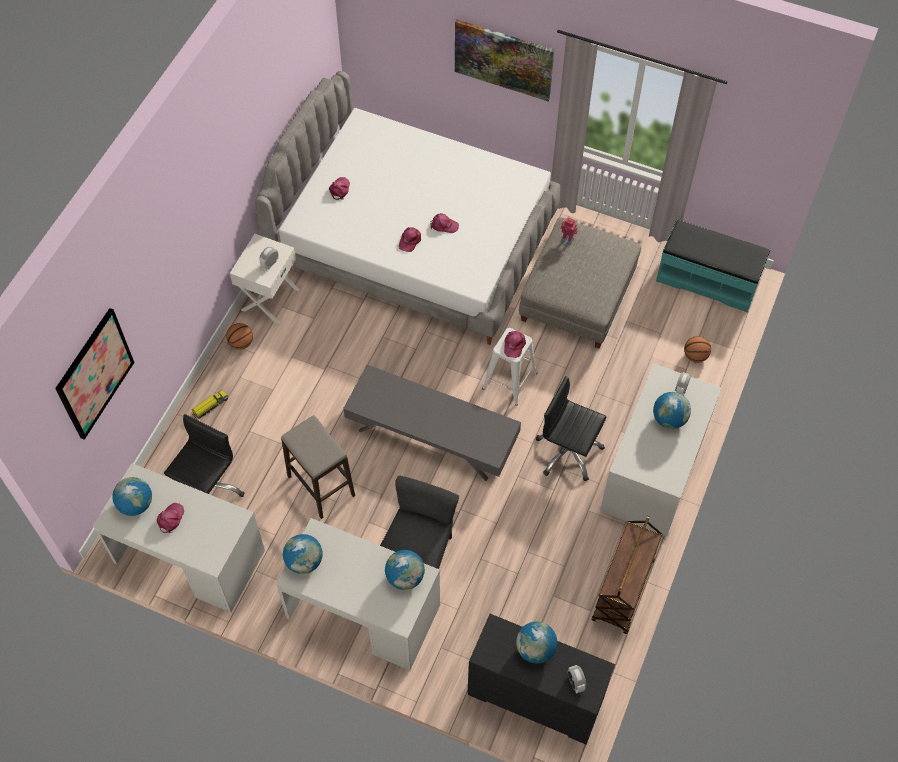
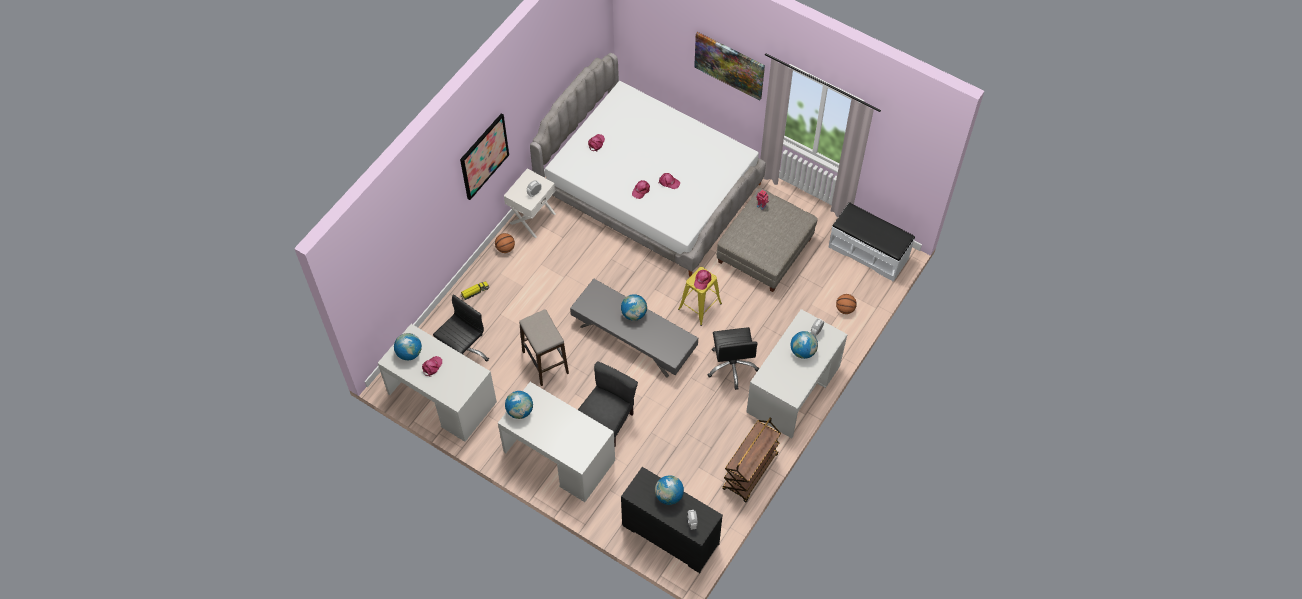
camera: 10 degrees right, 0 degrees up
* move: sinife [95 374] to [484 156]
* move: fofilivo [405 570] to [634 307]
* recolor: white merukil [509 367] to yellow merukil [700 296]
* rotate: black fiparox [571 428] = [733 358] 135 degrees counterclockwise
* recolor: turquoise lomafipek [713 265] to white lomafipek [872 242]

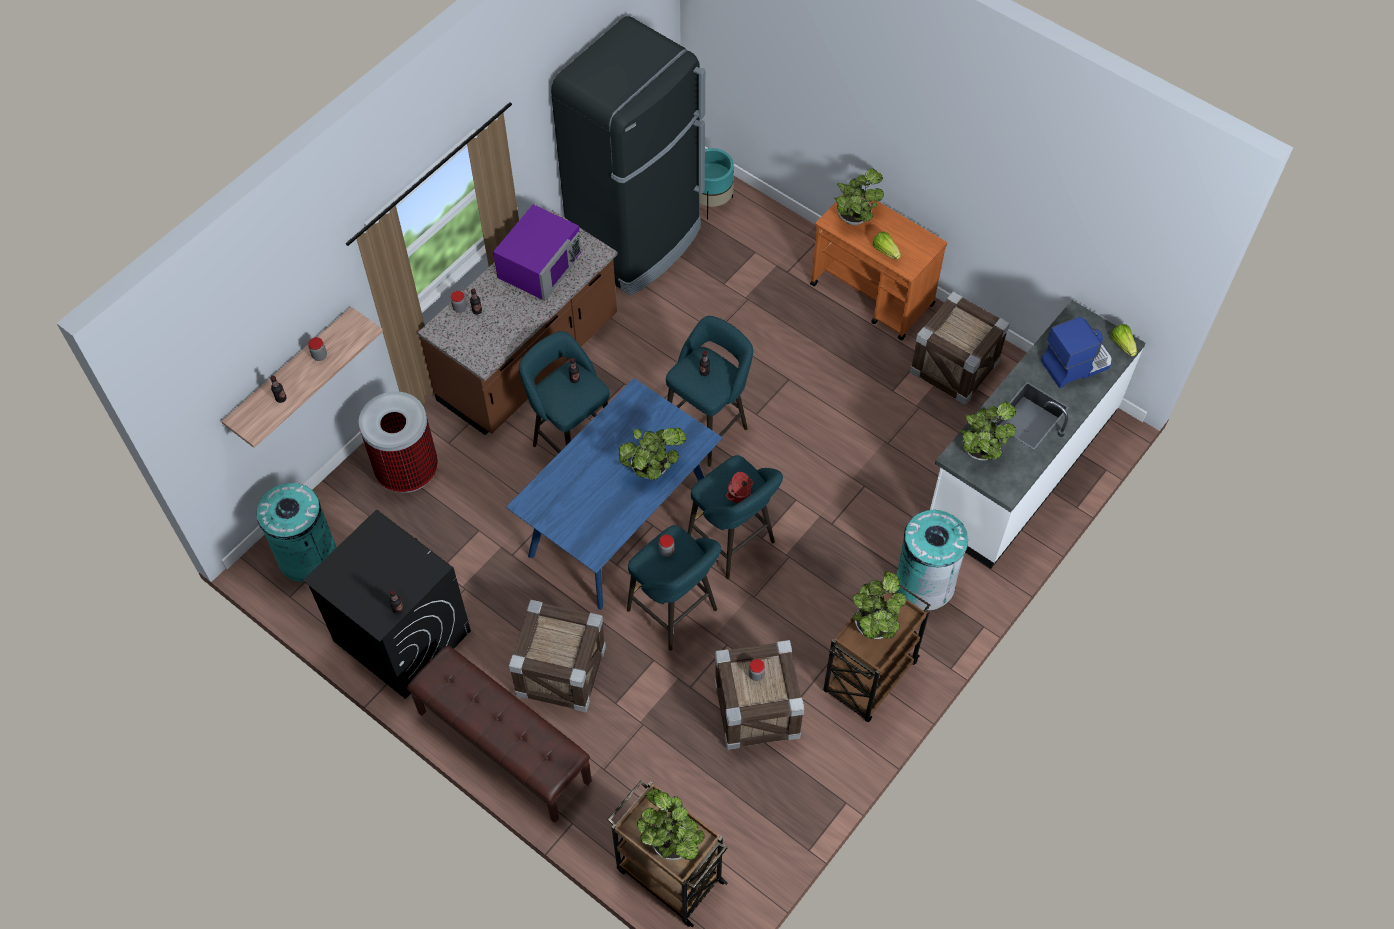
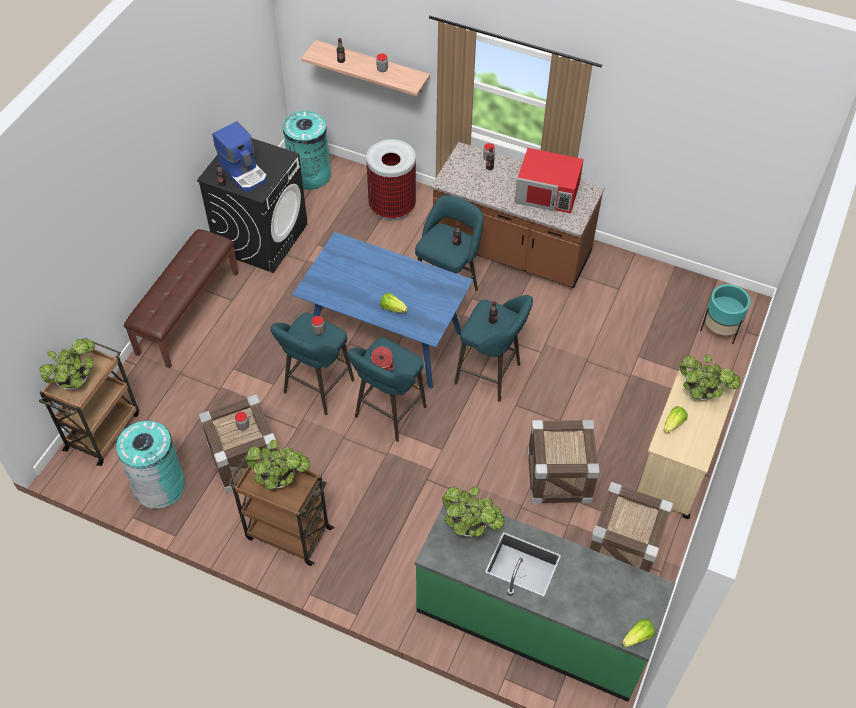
camera: 75 degrees right, 5 degrees down
* move: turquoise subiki [932 560] to [150 464]
* move: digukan [1076 352] to [239 156]
* replace: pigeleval [653 454] to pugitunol [394 303]
* recolor: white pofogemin [1037 434] to green pofogemin [545 601]
* recolor: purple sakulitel [537 252] to red sakulitel [549 181]
* move: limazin [557 656] to [563 462]
* recolor: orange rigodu [878 267] to beige rigodu [686 443]
* delete: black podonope [628 156]

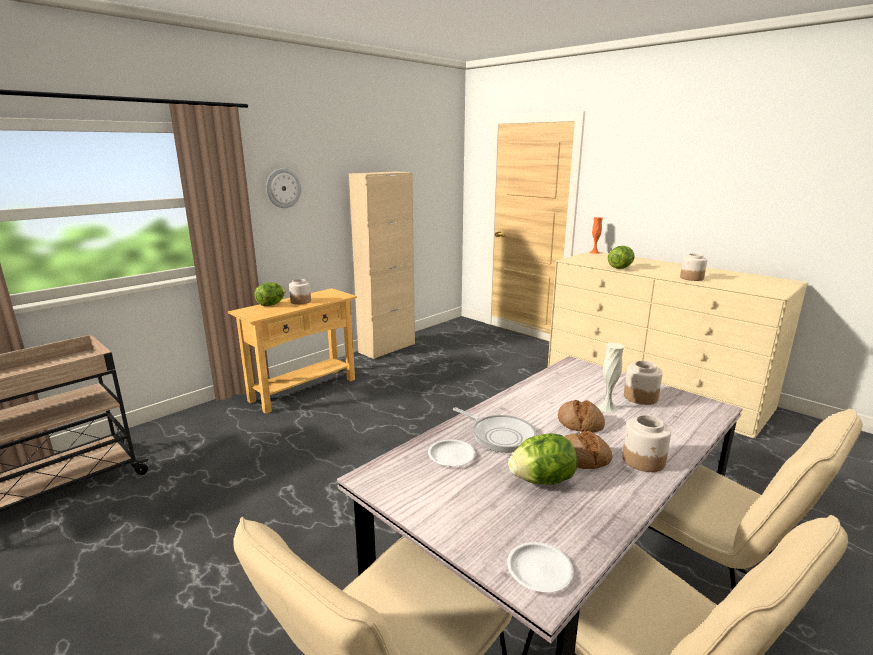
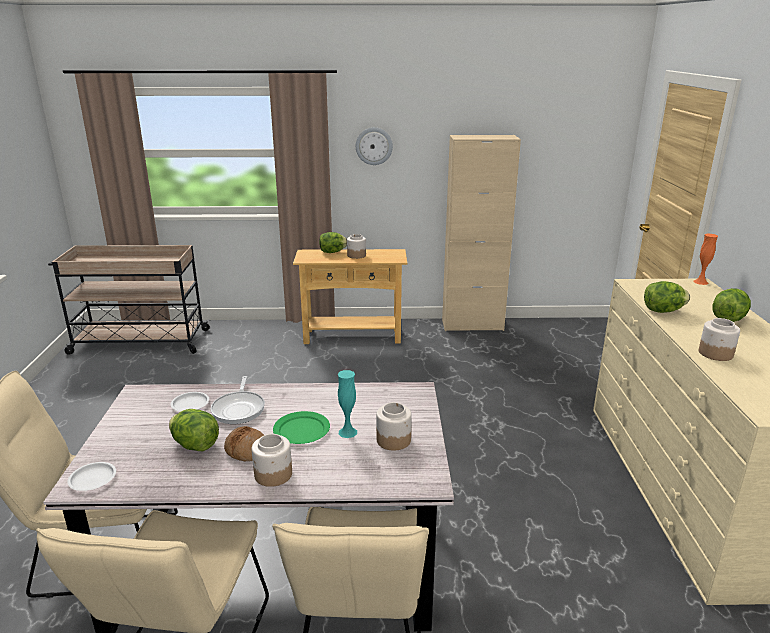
camera: 45 degrees right, 5 degrees up
* replace: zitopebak [581 416] to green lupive [301 427]
* recolor: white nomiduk [611 378] to turquoise nomiduk [347 404]
* insert: pugitunol [731 305]

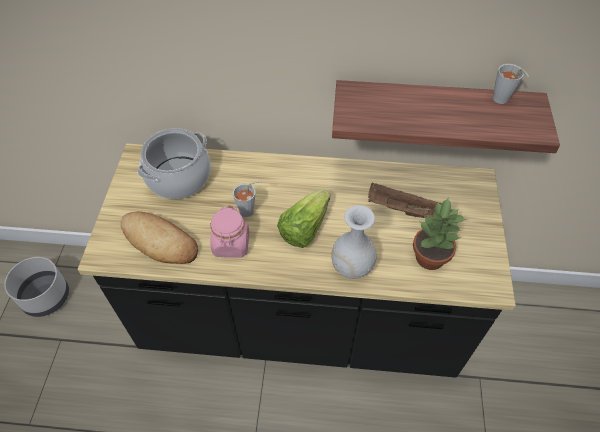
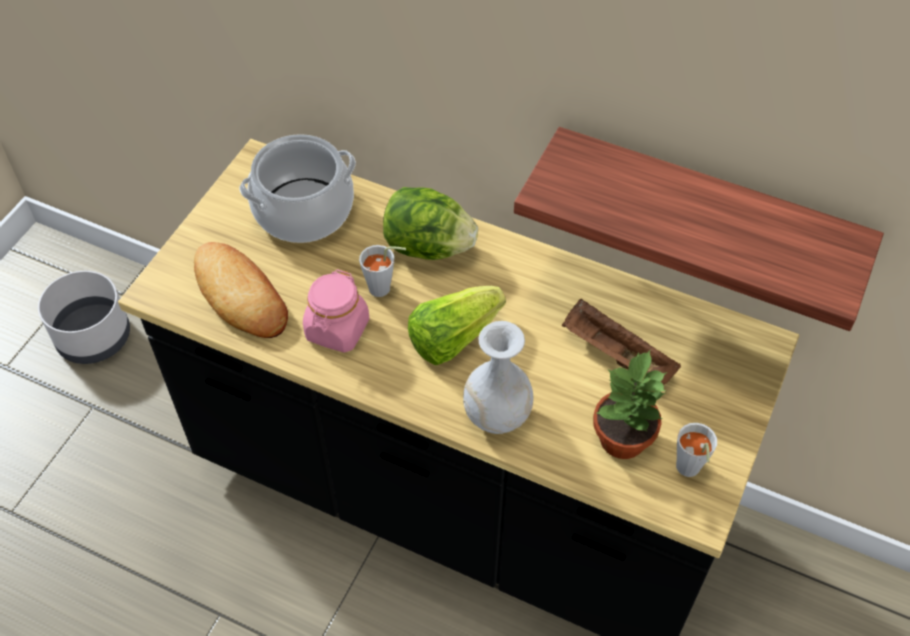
camera: 20 degrees right, 0 degrees up
* insert: pugitunol [430 223]
* move: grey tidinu [511 84] to [696 450]

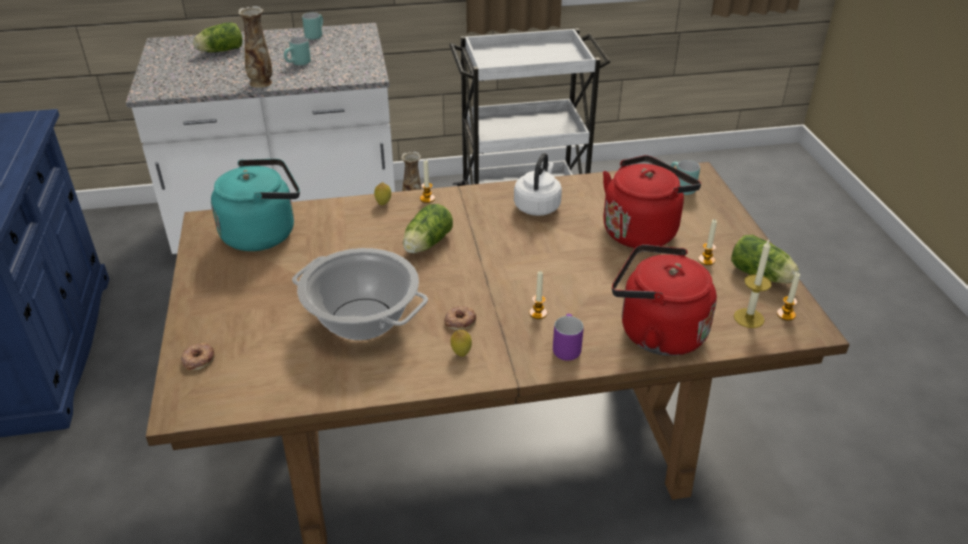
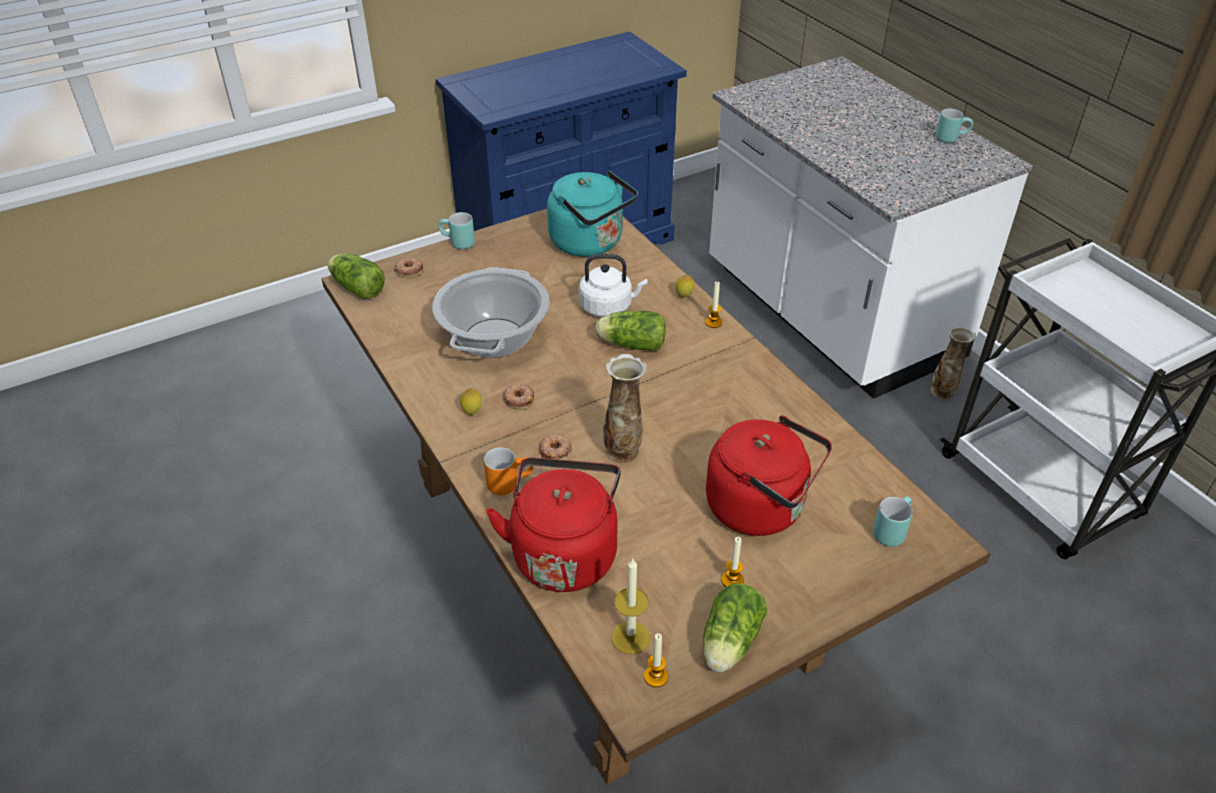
camera: 70 degrees right, 5 degrees up
* move: pugitunol [217 37] to [356 276]
* move: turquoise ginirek [297 51] to [456 230]
* recolor: purple ginirek [568 337] to orange ginirek [508 471]
* replace: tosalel [538 295] to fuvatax [555 447]
* move: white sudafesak [538 184] to [613 285]
* move: nomiduk [255 47] to [625 408]

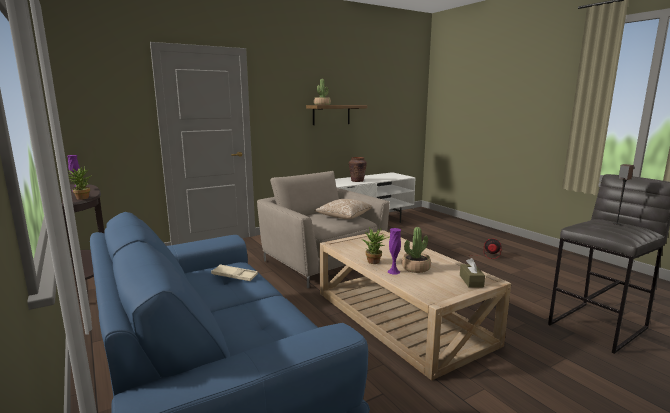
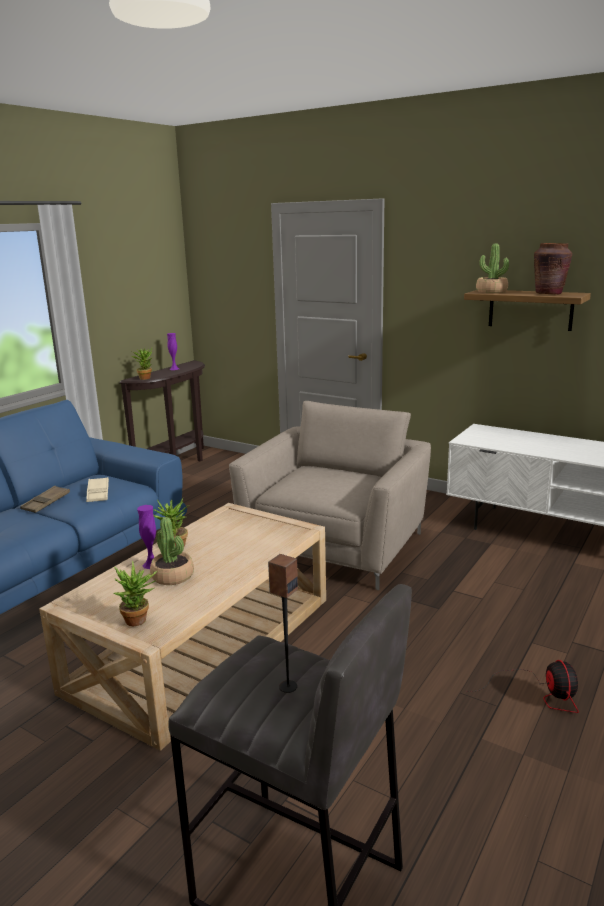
camera: 65 degrees right, 5 degrees up
* insert: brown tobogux [45 499]
* replace: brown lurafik [472 272] to pigeleval [135 593]
* move: brown nomiduk [358 169] to [553 268]
* delete: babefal [343 209]

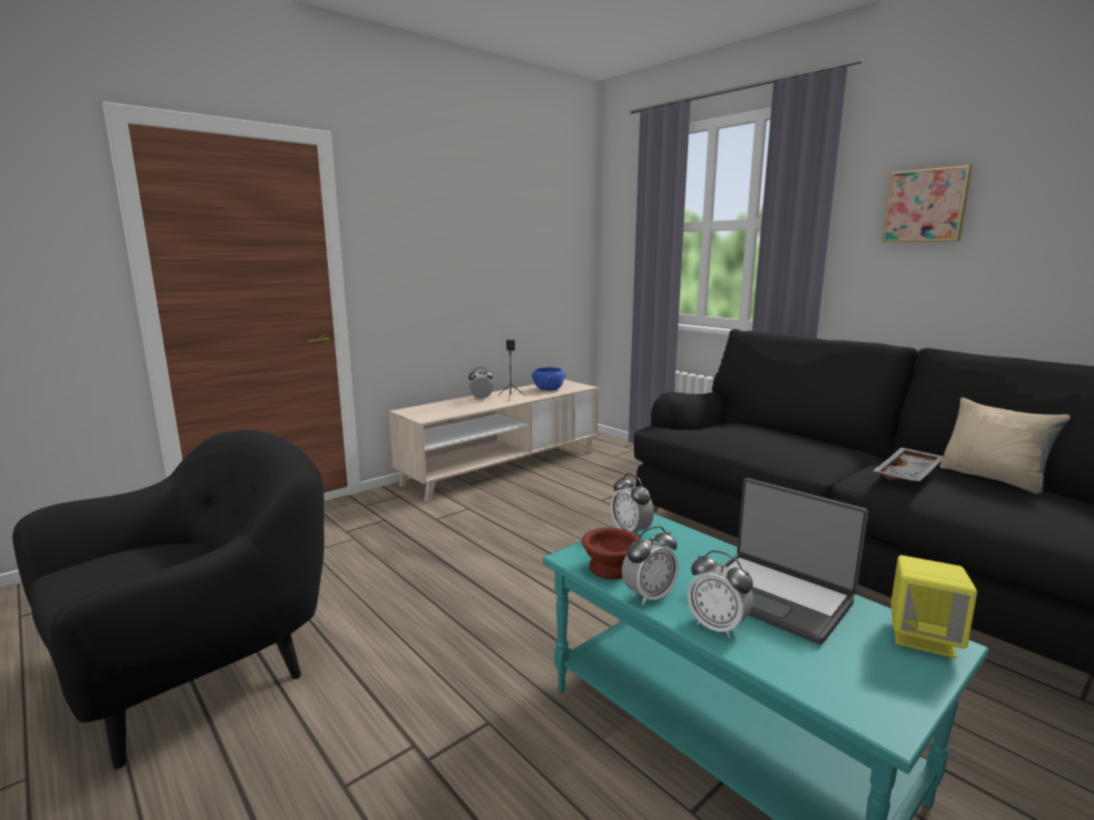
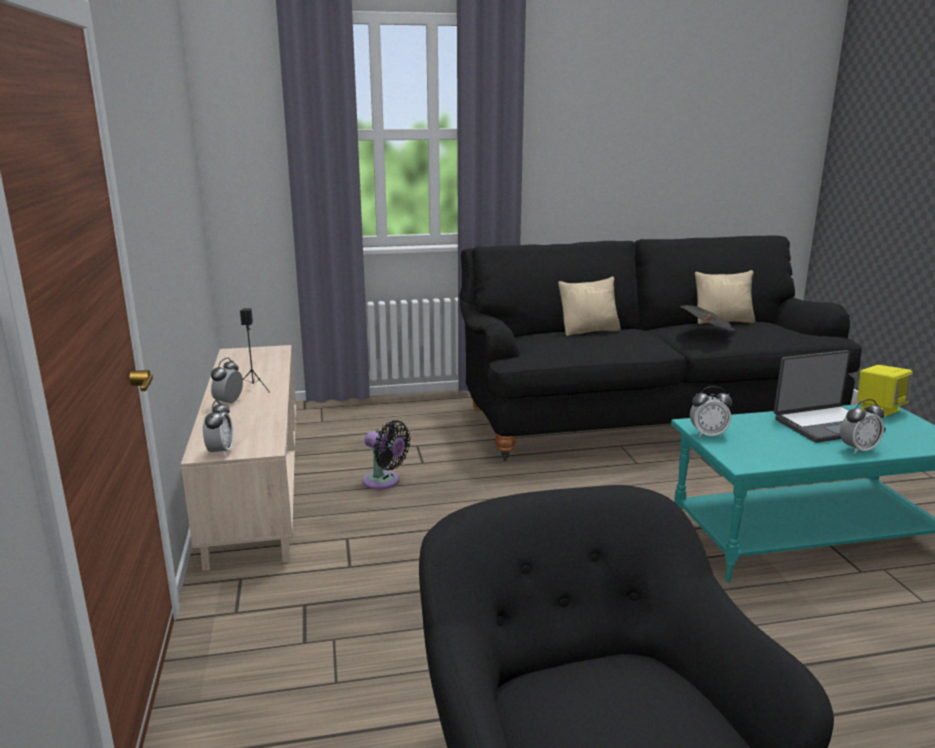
camera: 60 degrees left, 5 degrees up
* move: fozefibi [650 566] to [218 428]
* insert: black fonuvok [387 455]
* insert: beige babefal [589 306]
* replace: grey tobogux [909 464] to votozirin [707 317]
* delete: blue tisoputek [549 379]
* delete: brown tisoputek [611 553]
* delete: sinife [927 203]

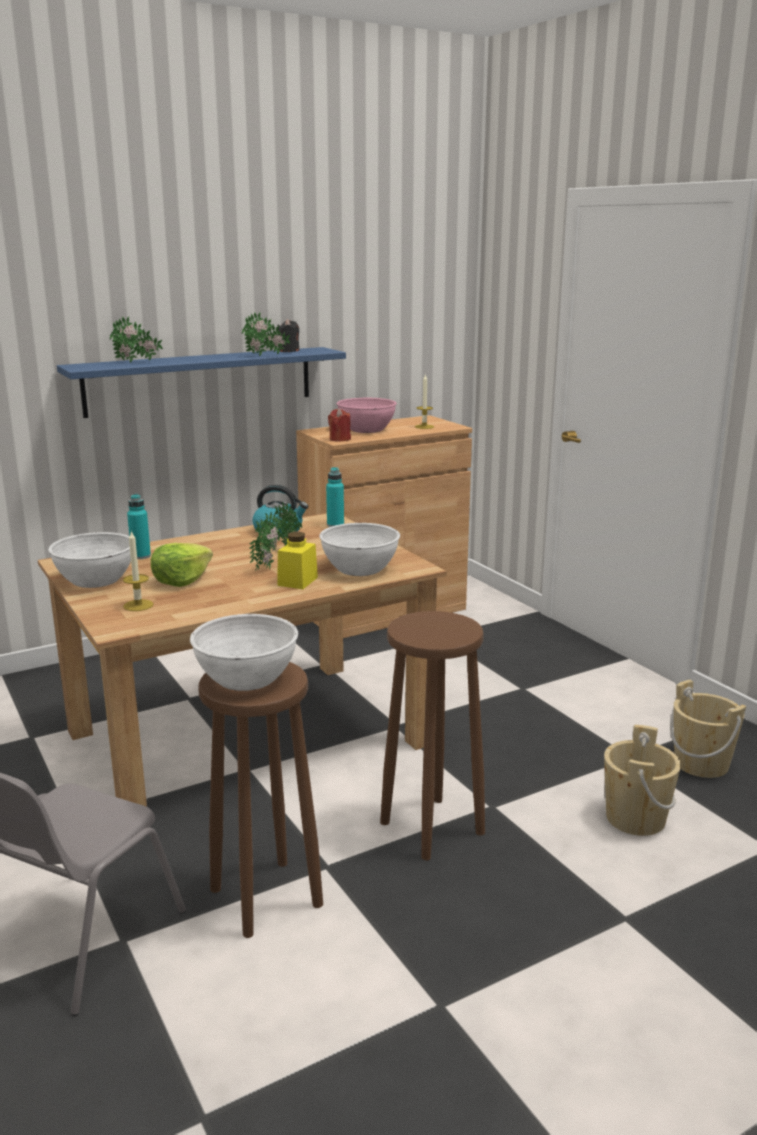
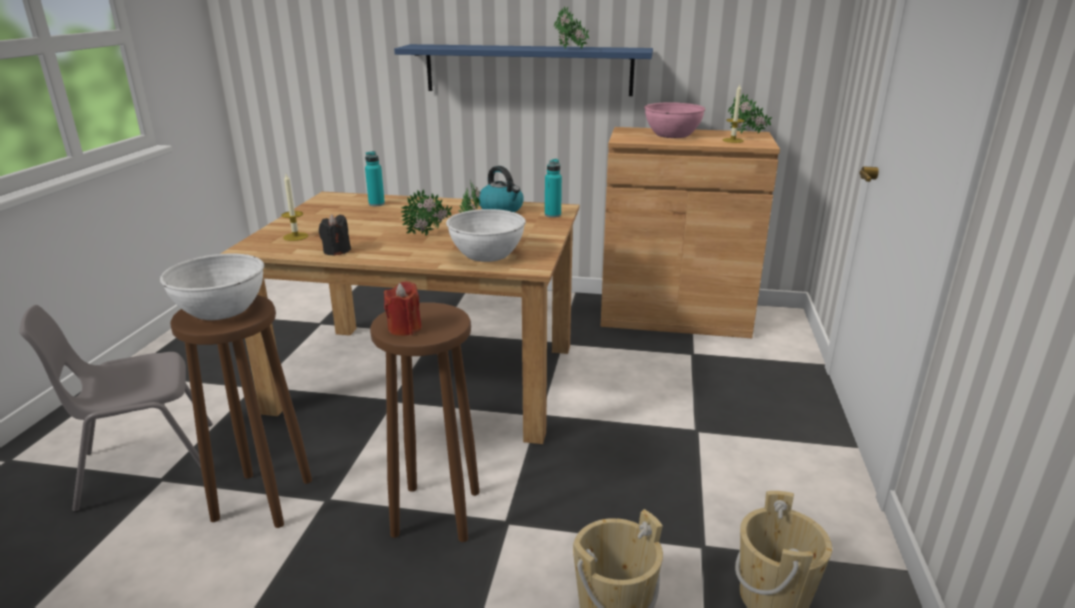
camera: 40 degrees right, 5 degrees up
* move: black tosalel [288 335] to [335 235]
* move: red tosalel [339 425] to [403 308]
* move: pigeleval [136 340] to [750 113]
* delete: white tisoputek [89 560]
* delete: pugitunol [182 565]
* delete: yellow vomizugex [297 560]

